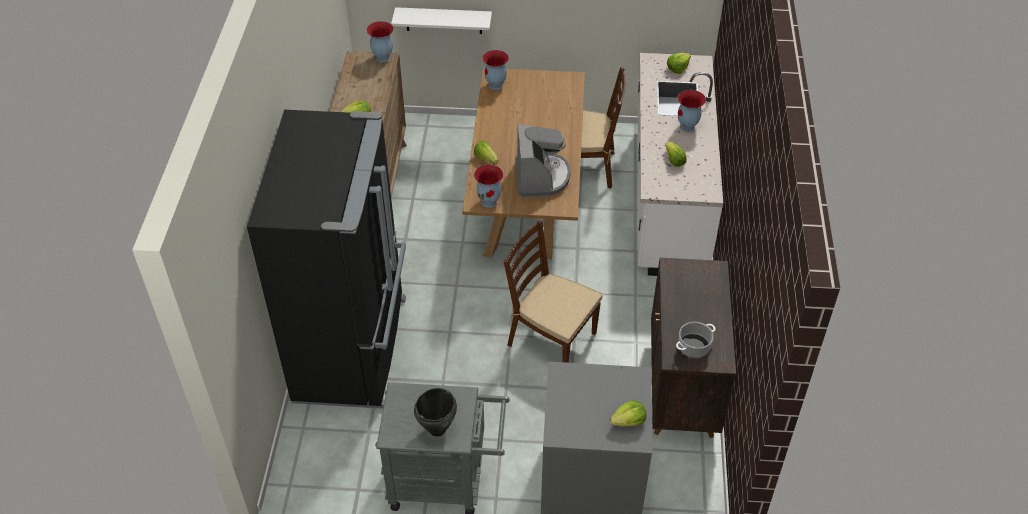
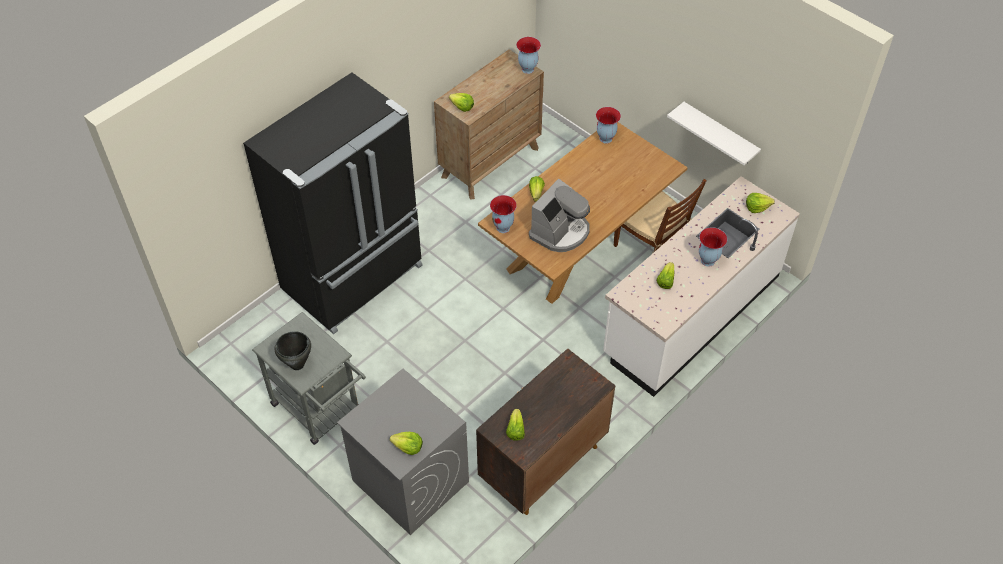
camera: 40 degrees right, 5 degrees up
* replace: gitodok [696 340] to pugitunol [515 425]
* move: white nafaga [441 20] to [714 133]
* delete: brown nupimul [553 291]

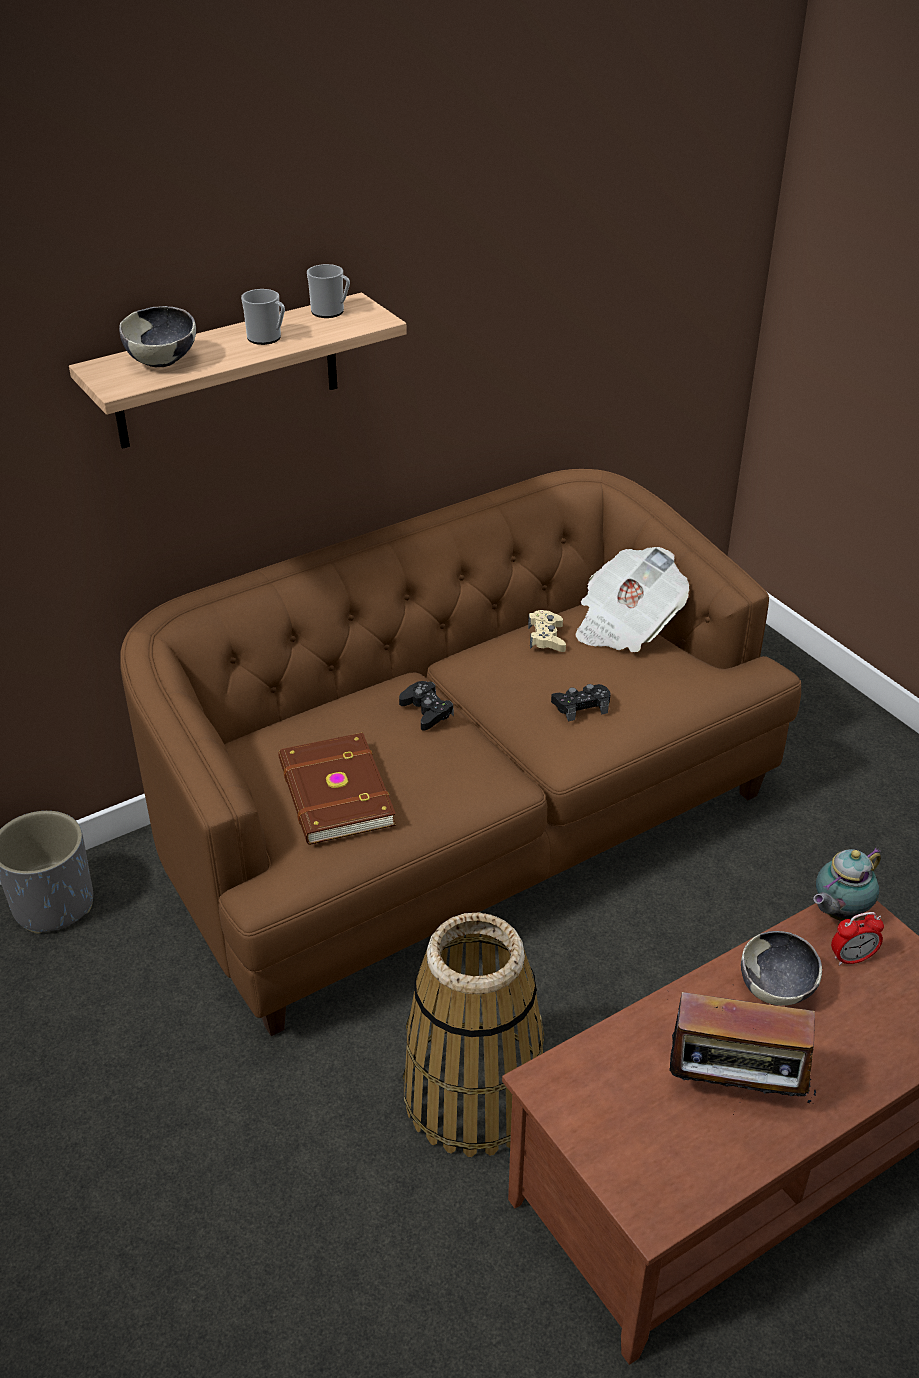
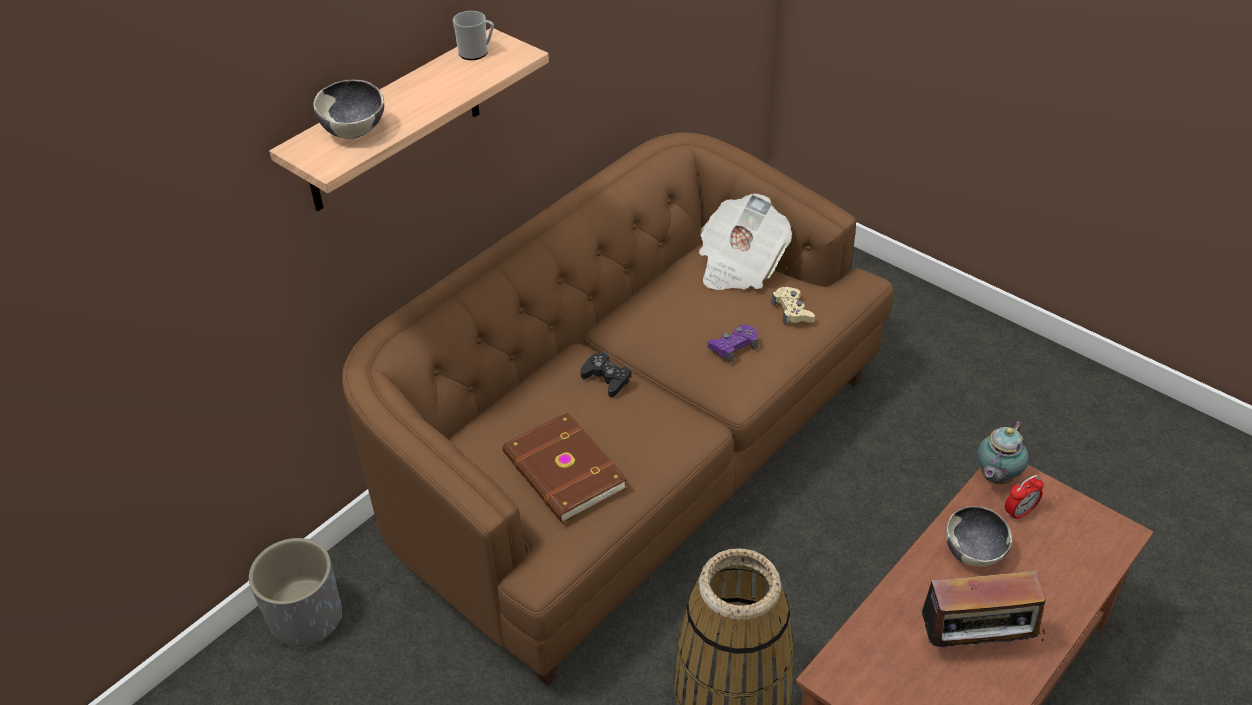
camera: 15 degrees left, 5 degrees up
* recolor: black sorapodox [580 702] to purple sorapodox [733 343]
* move: beige sorapodox [547 631] to [793 306]
* delete: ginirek [263 317]

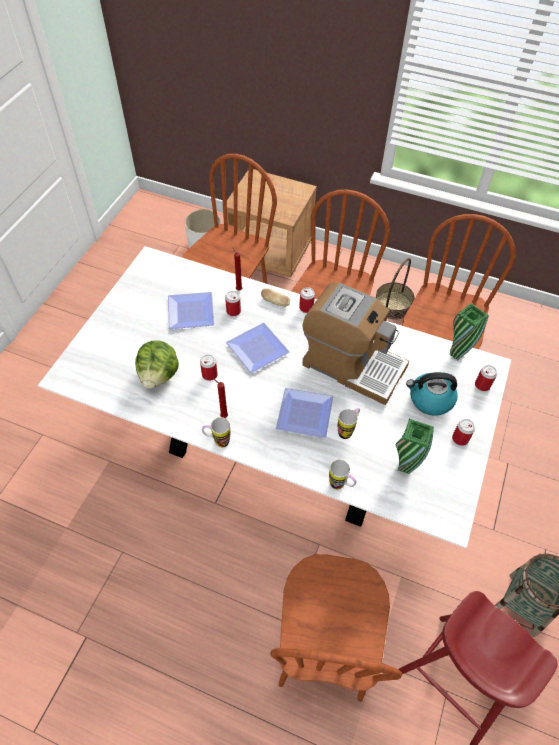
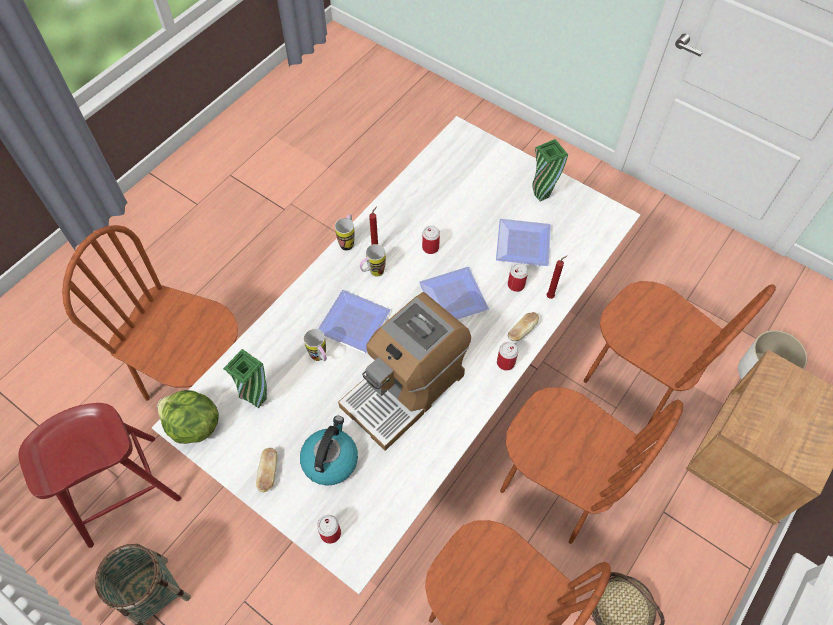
camera: 105 degrees right, 5 degrees up
* move: pugitunol [157 364] to [188 417]
* replace: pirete [463 432] to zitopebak [266 470]
* move: ginirek [342 474] to [373 260]
* move: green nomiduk [469 331] to [550 170]

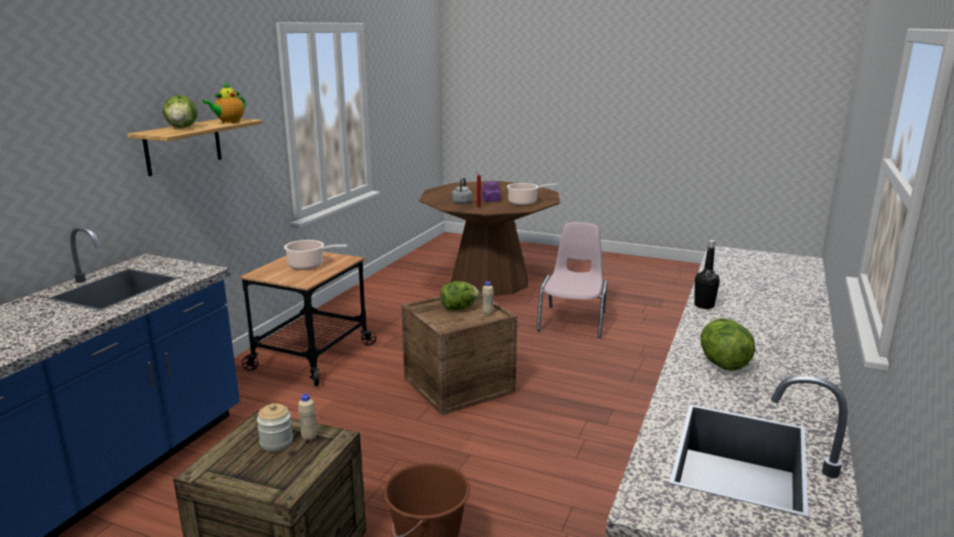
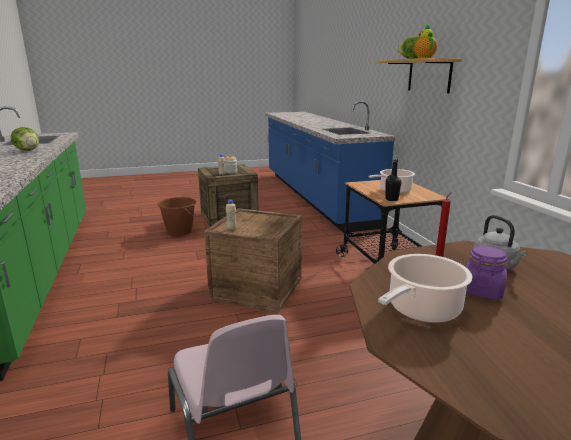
camera: 140 degrees right, 0 degrees up
* move: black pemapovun [707 274] to [393 178]
* delete: pugitunol [460 296]

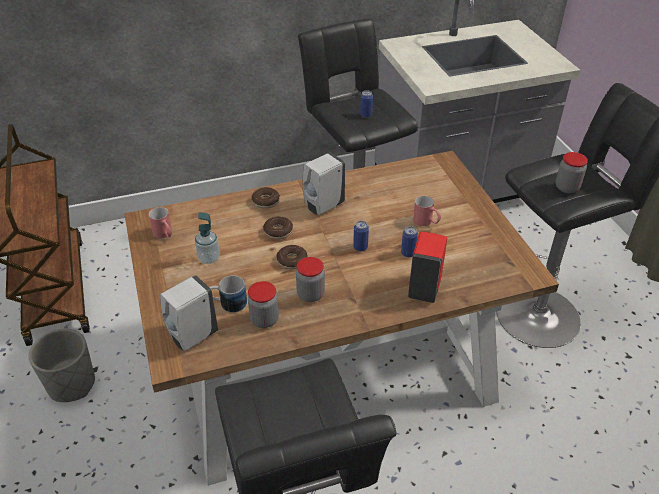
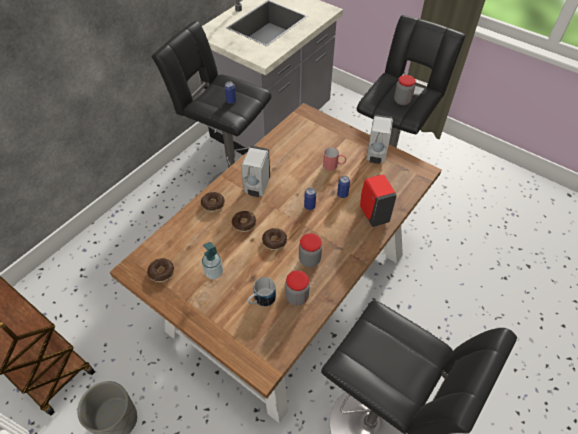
camera: 35 degrees left, 10 degrees up
* replace: red ginirek [160 222] to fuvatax [160 270]
* move: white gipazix [189 313] to [379 139]

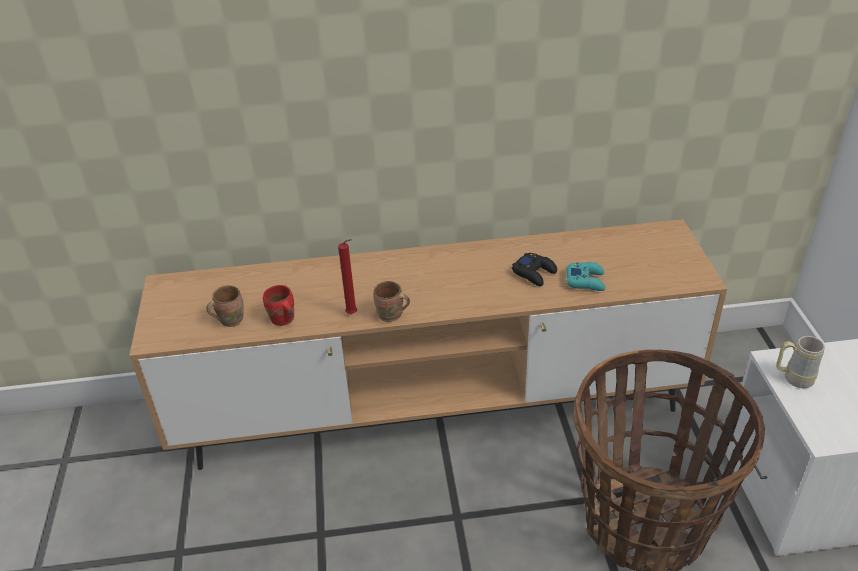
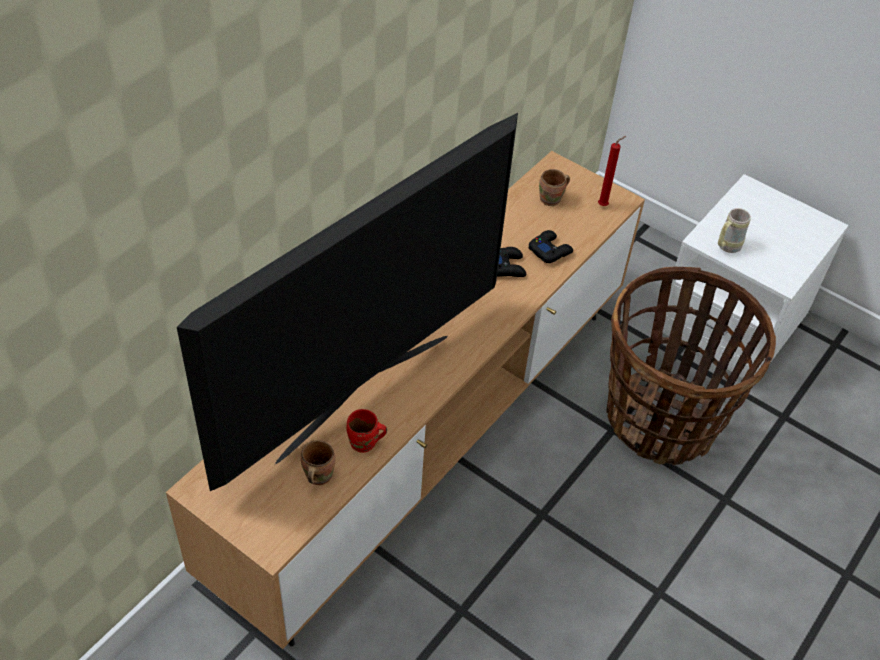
camera: 50 degrees left, 10 degrees up
* insert: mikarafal [347 302]
* recolor: turquoise sorapodox [585 276] to black sorapodox [550 246]
* move: brown ginirek [391 301] to [554 187]
* move: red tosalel [347 276] to [612 171]

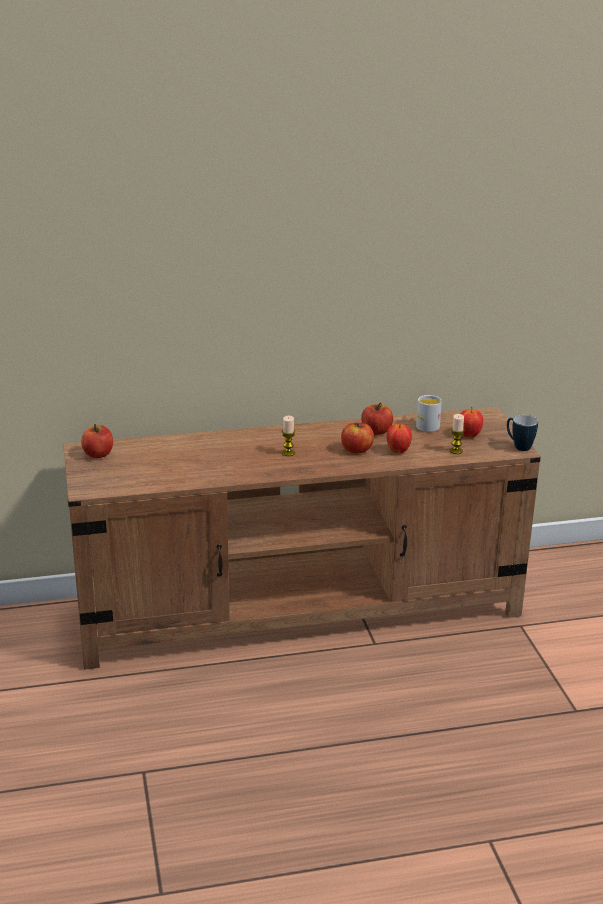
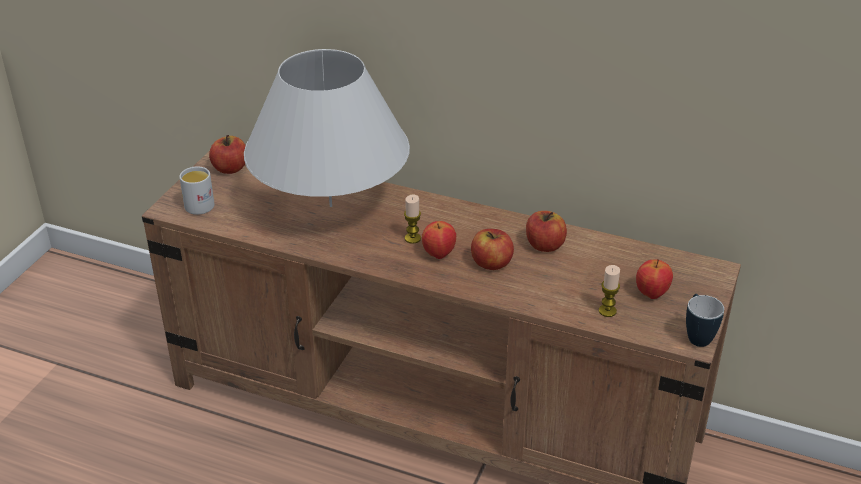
camera: 35 degrees right, 10 degrees up
* move: white ginirek [429 413] to [197 190]
* insert: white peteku [327 128]
* move: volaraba [399 438] to [439 240]

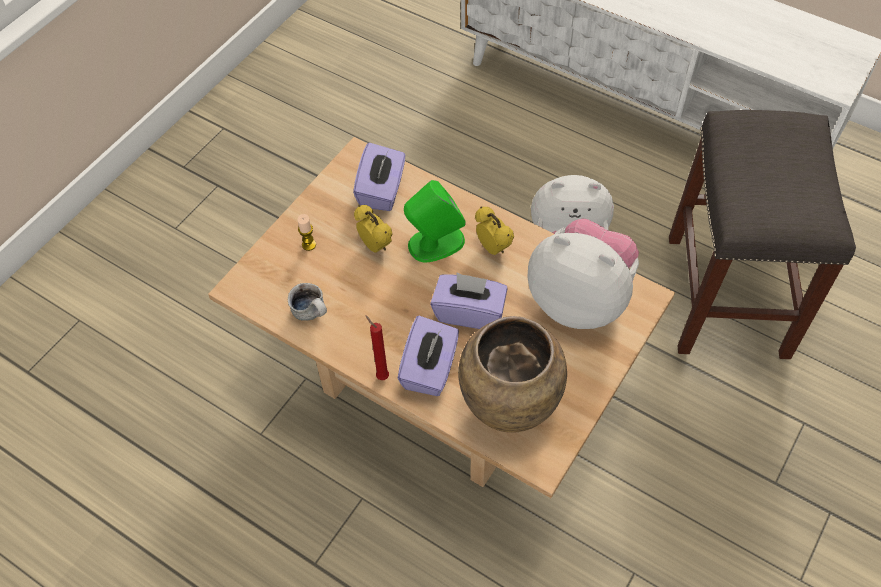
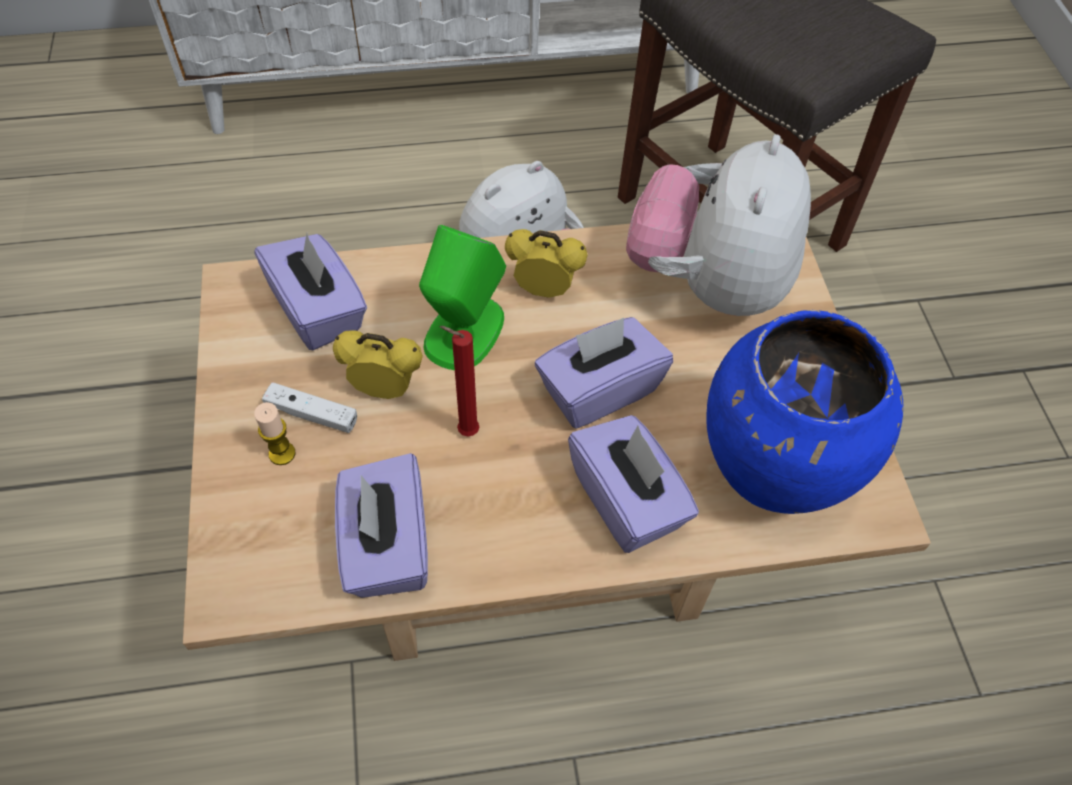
camera: 45 degrees left, 0 degrees up
* insert: white sorapodox [309 407]
* replace: ginirek [307 302] to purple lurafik [381 525]
* move: red tosalel [377 347] to [459 381]
* rotate: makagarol [583 274] = [718 225] 60 degrees counterclockwise
* recolor: brown nomiduk [512 374] to blue nomiduk [804 412]

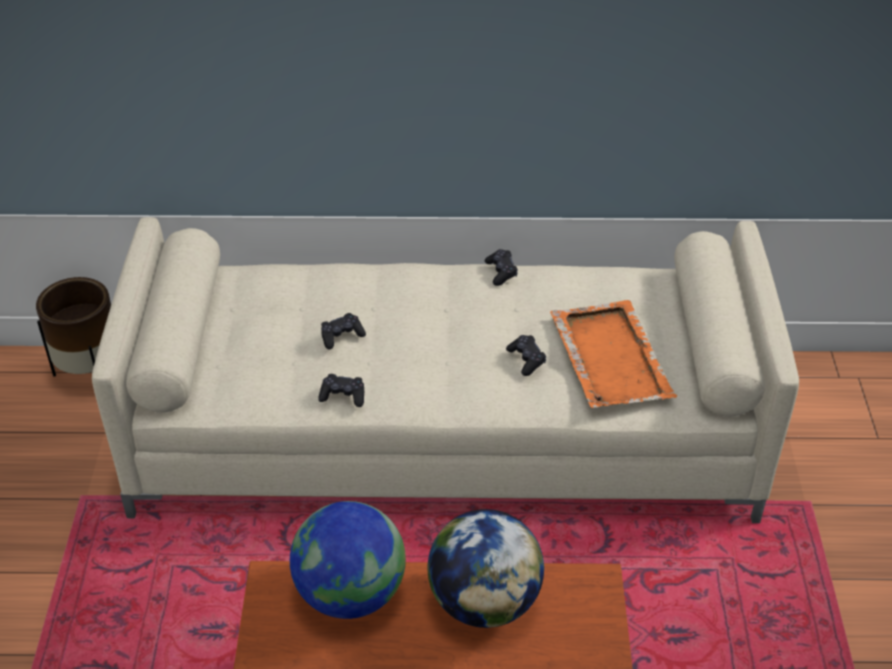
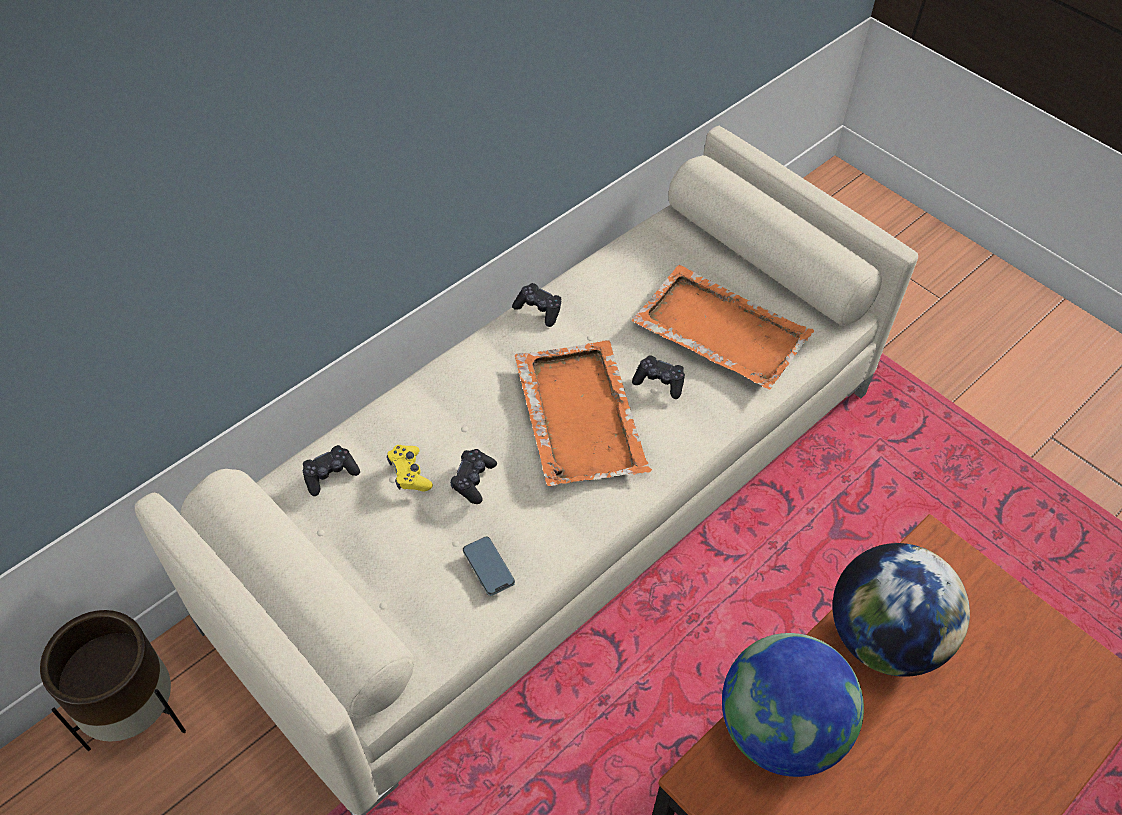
camera: 45 degrees left, 10 degrees up
* move: black sorapodox [341 390] to [331 470]
* insert: yellow sorapodox [410 468]
* insert: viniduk [489 566]
* insert: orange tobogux [583 413]

